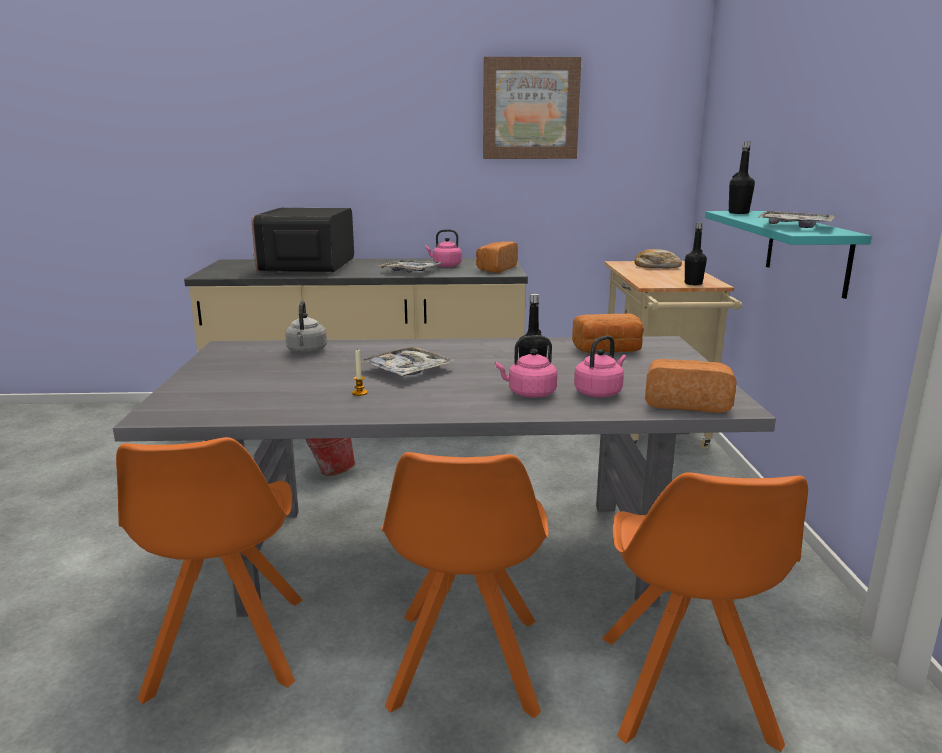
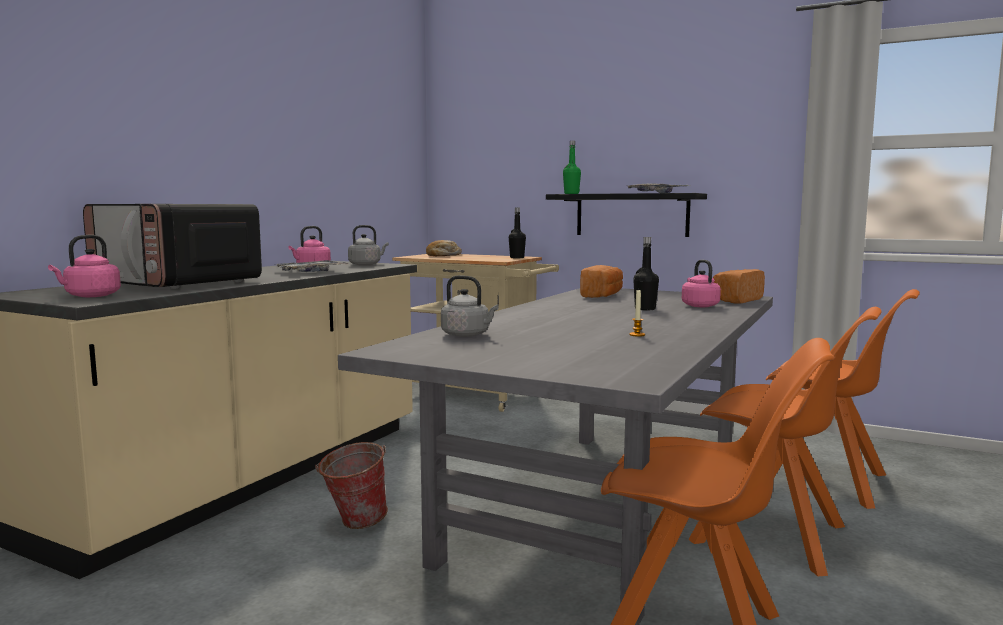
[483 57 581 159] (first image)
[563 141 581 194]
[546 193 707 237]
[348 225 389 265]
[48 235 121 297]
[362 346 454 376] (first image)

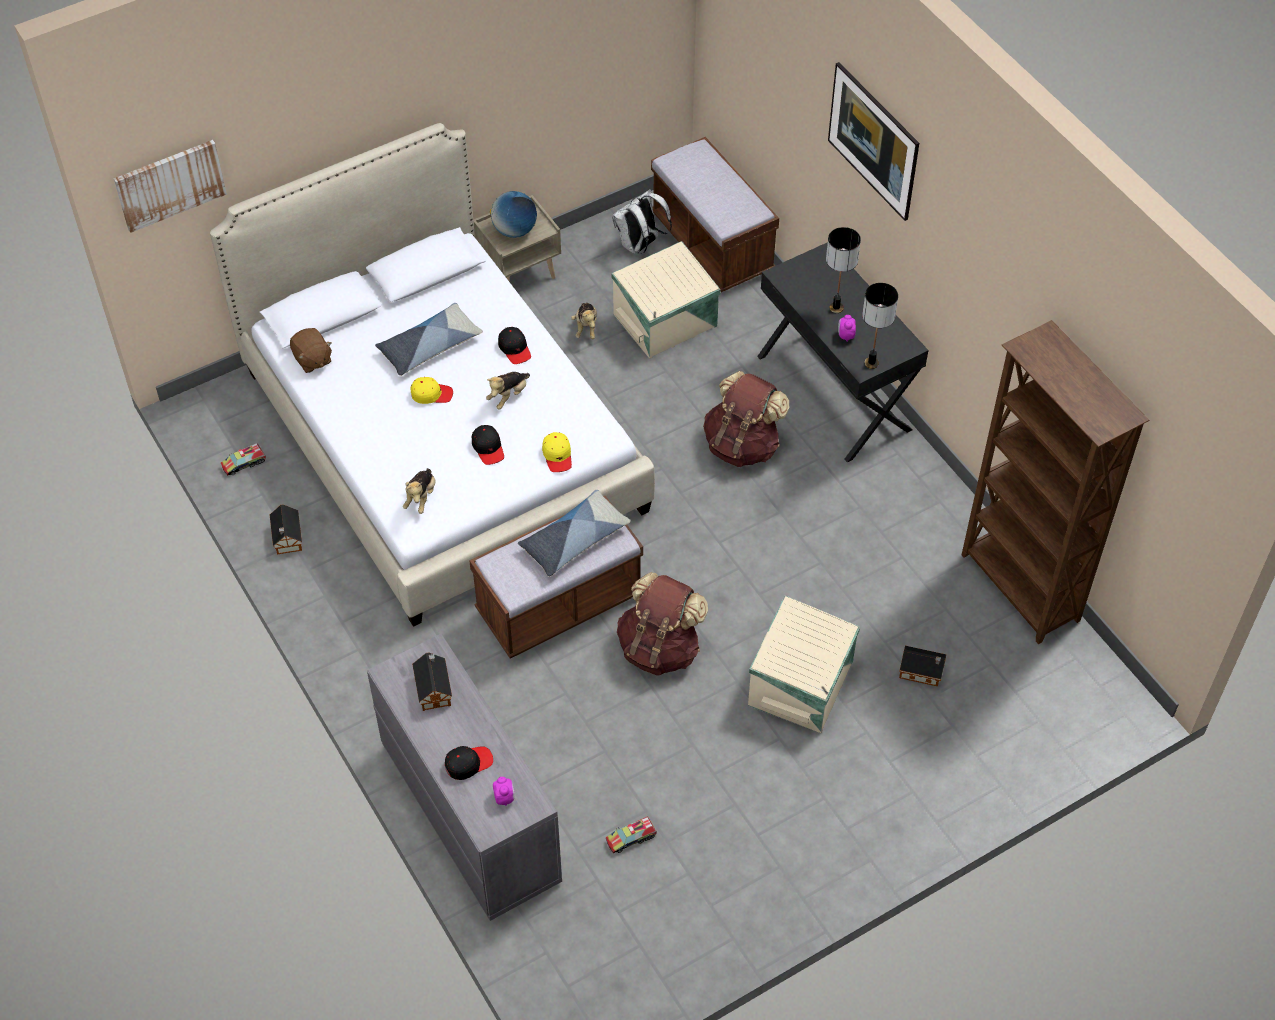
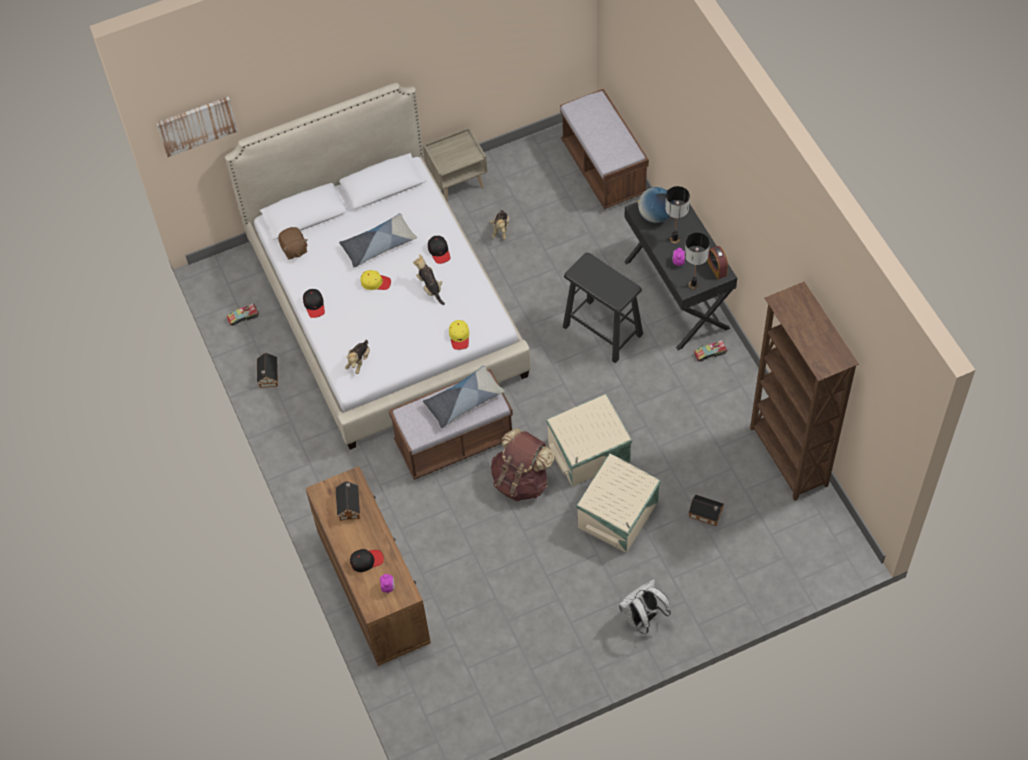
[828 62 919 221] (first image)
[619 579 671 634]
[637 187 674 223]
[546 394 632 487]
[563 253 643 363]
[413 254 445 305]
[303 289 325 318]
[306 466 431 666]
[694 340 727 361]
[707 246 728 279]

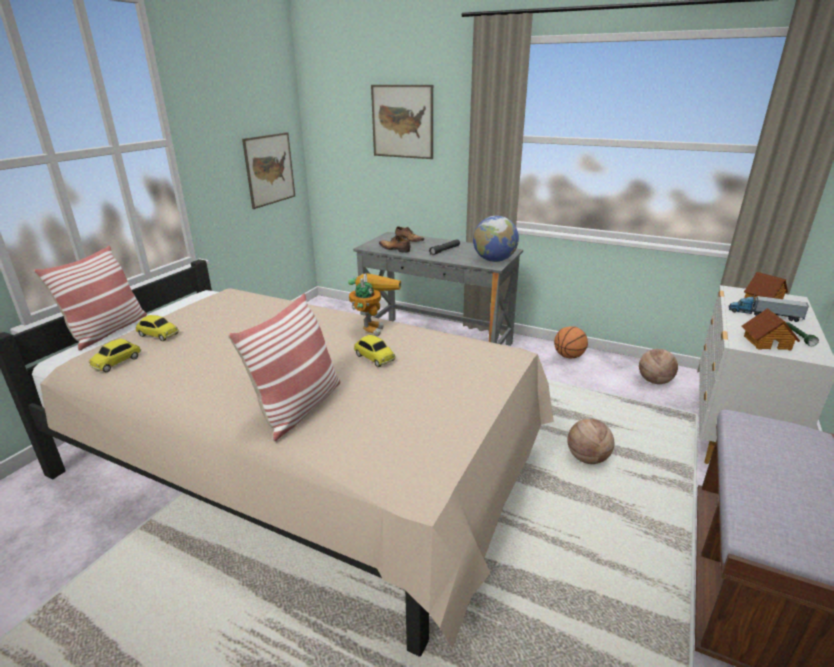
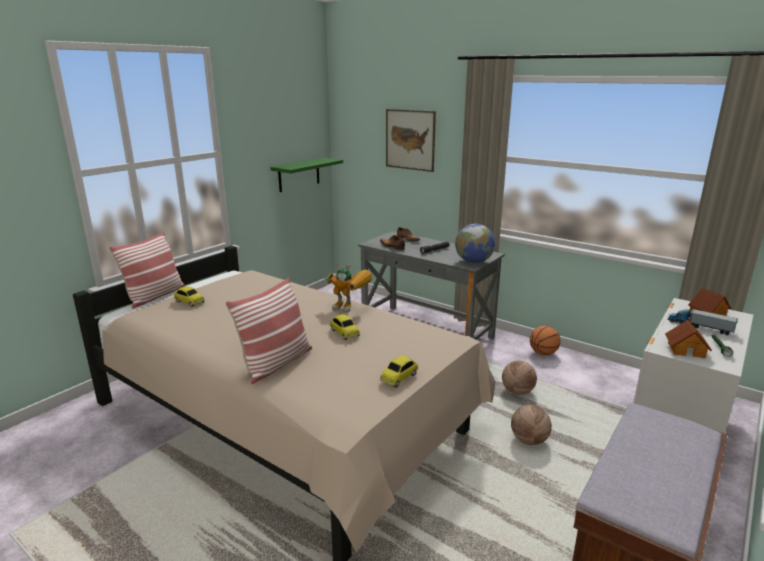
[270 158 343 192]
[325 263 372 313]
[380 356 418 388]
[502 360 537 395]

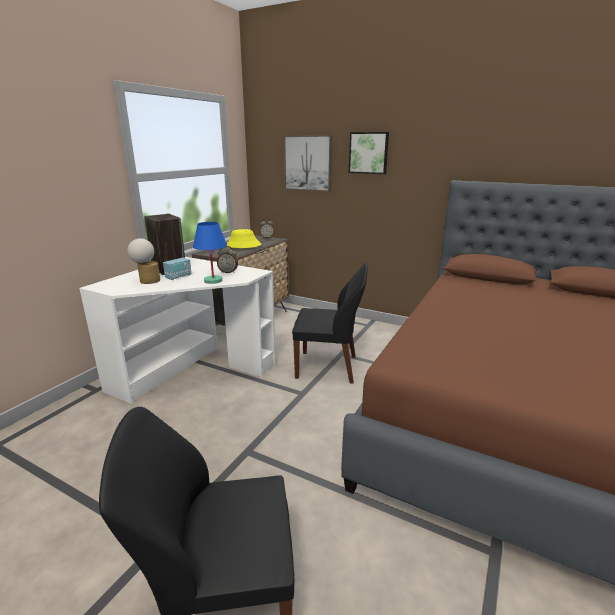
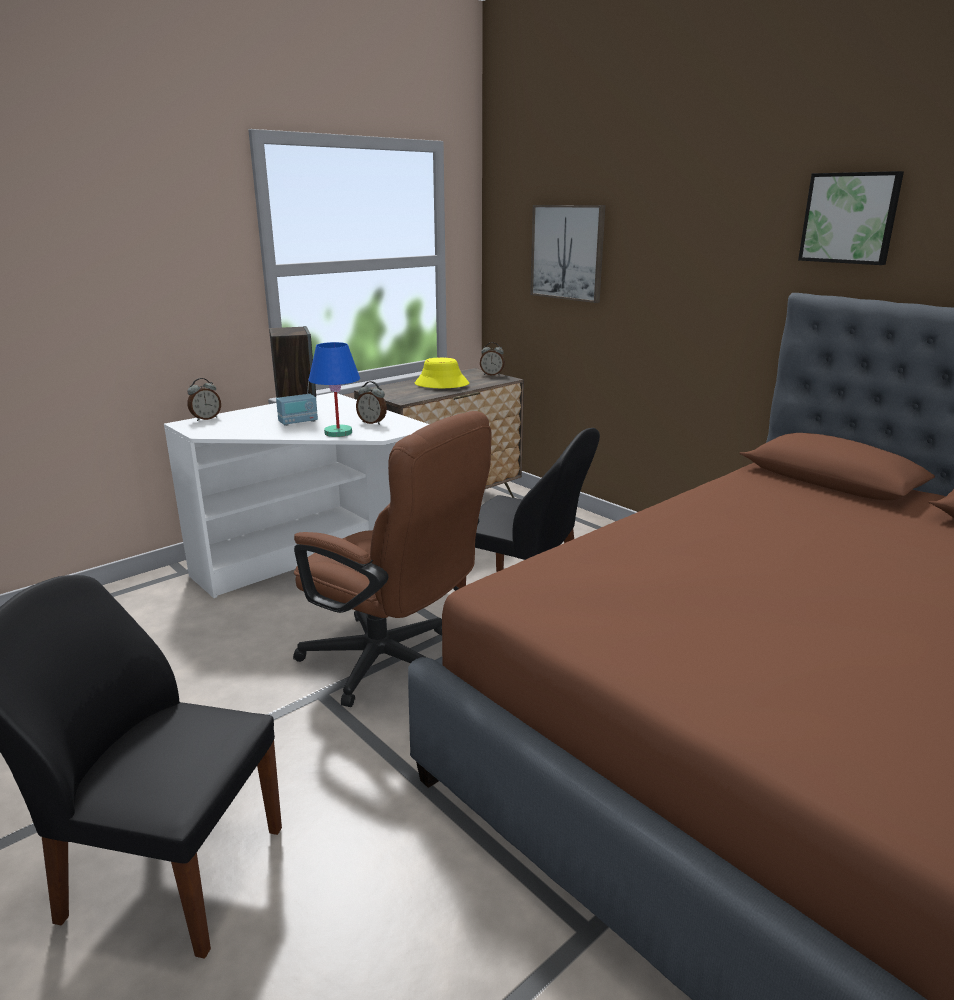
[798 171 904 265]
[127 238 160 284] (first image)
[187 378 221 421]
[293 411 492 707]

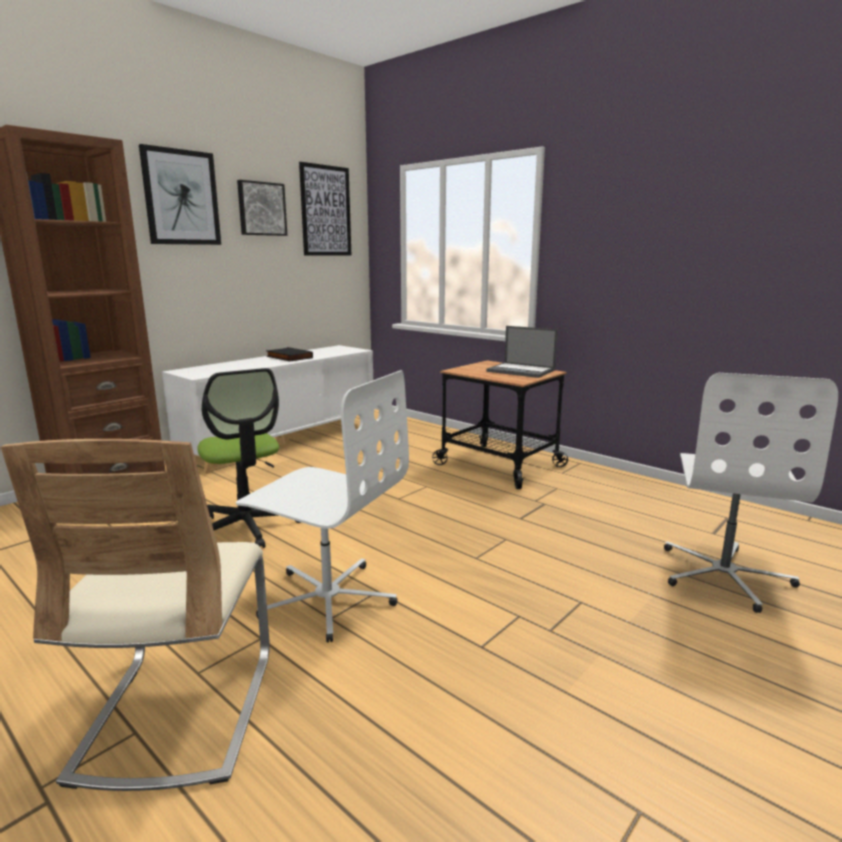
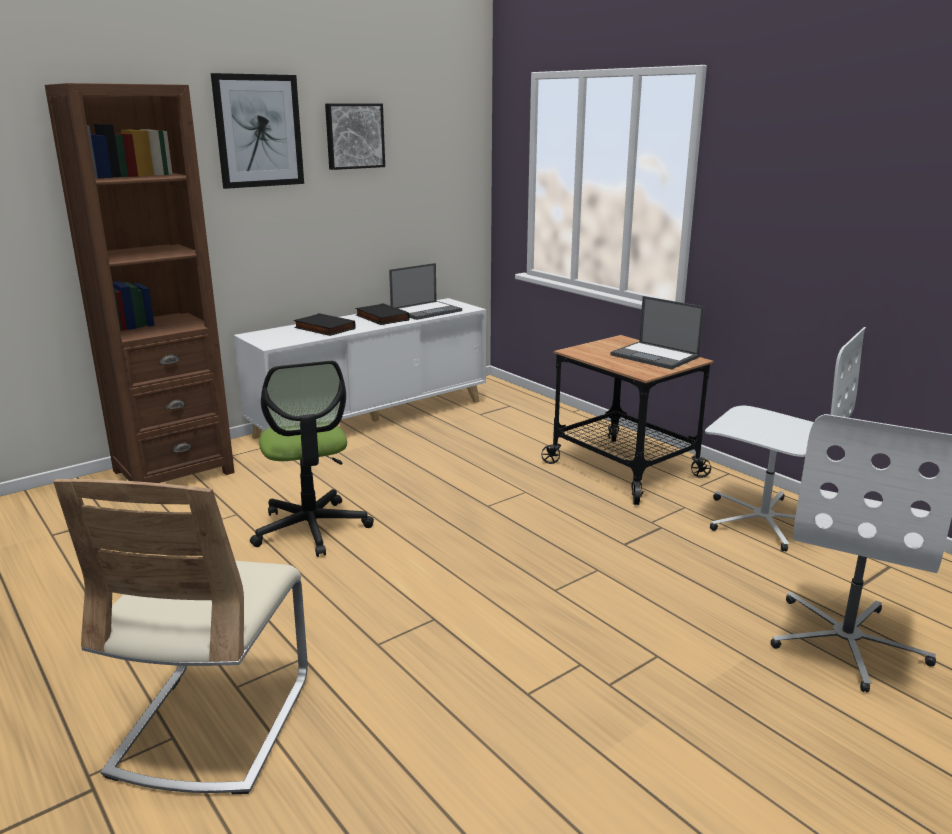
[299 162 351 256] (first image)
[705 327 866 552]
[389 263 462 320]
[294 313 356 336]

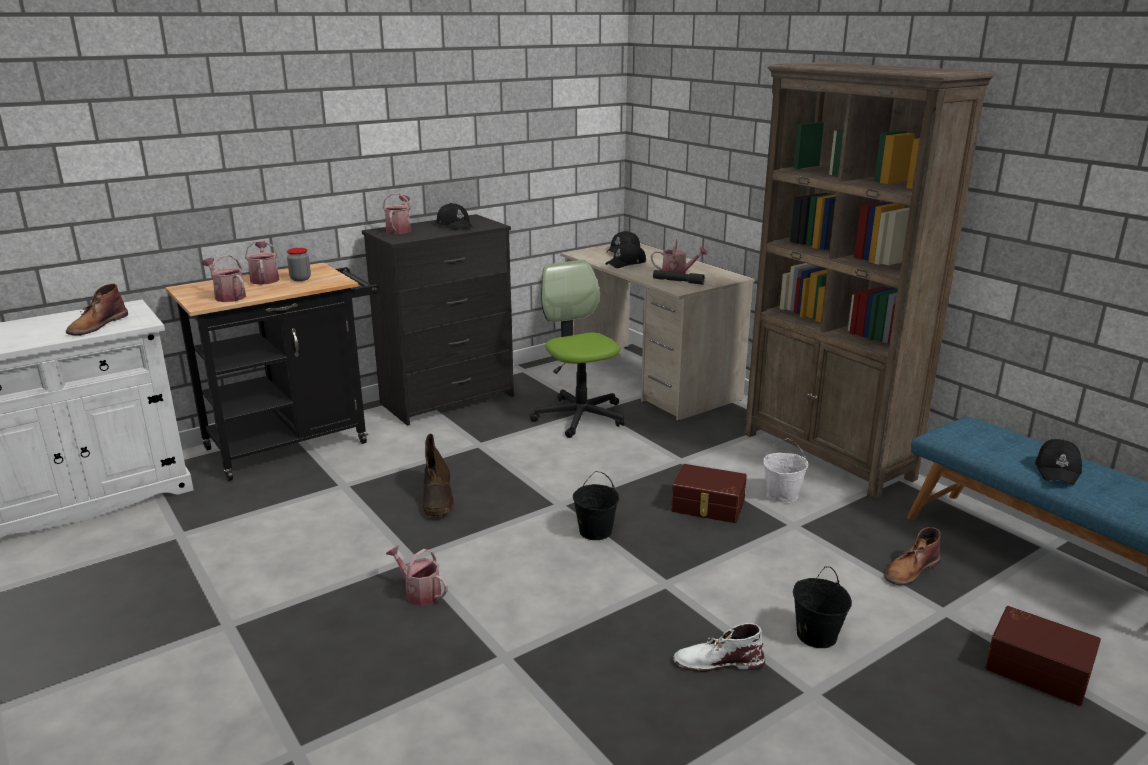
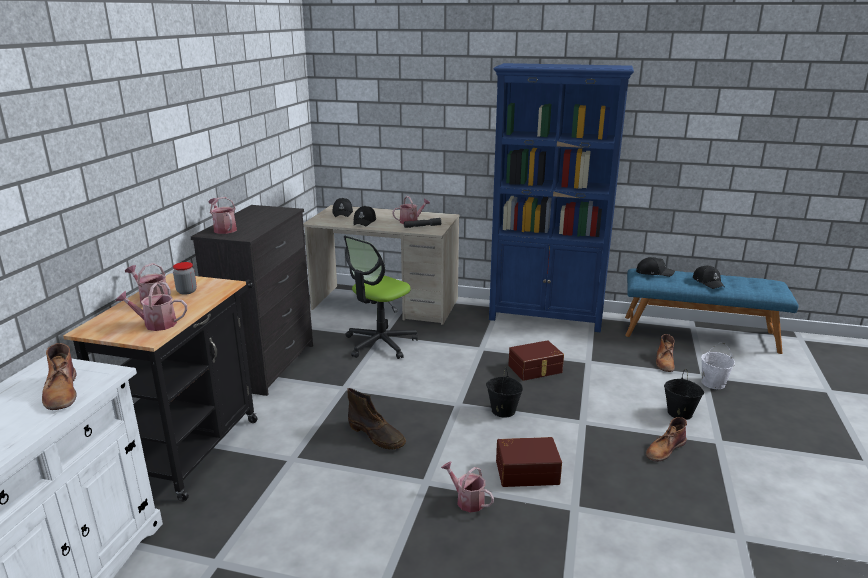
[489 63 634 332]
[636 257 675 277]
[344 235 418 359]
[701 342 735 389]
[441 461 494 513]
[496 437 562 487]
[646 417 687 462]

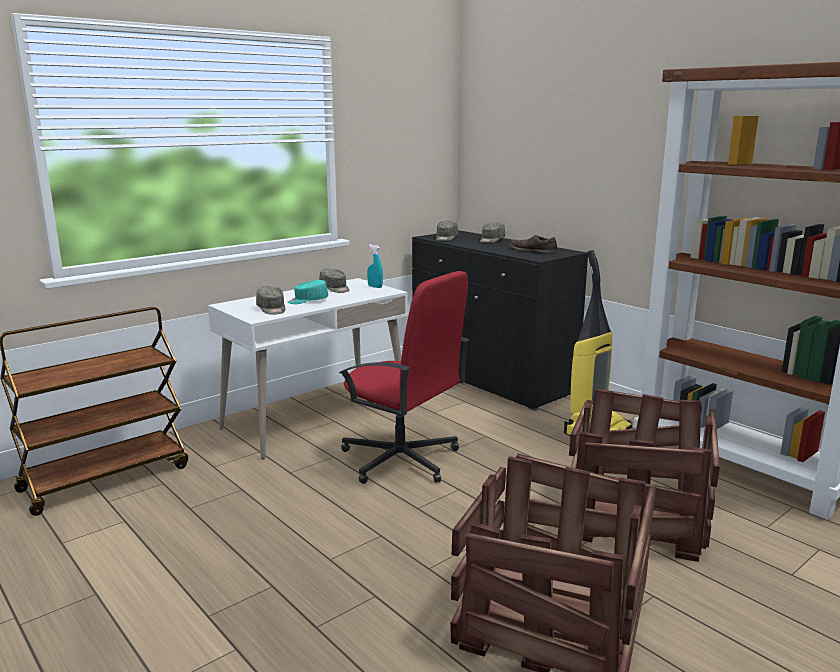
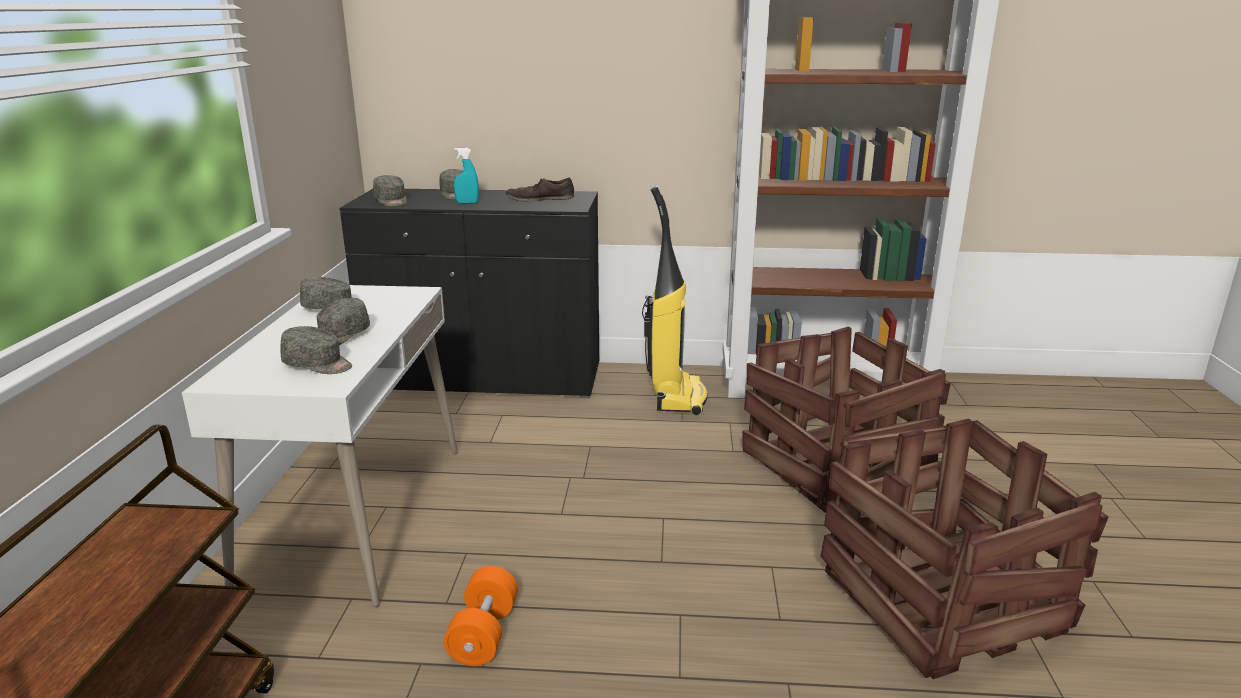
[454 148 479 204]
[339 271 469 484] (first image)
[317 298 370 345]
[444 566 518 666]

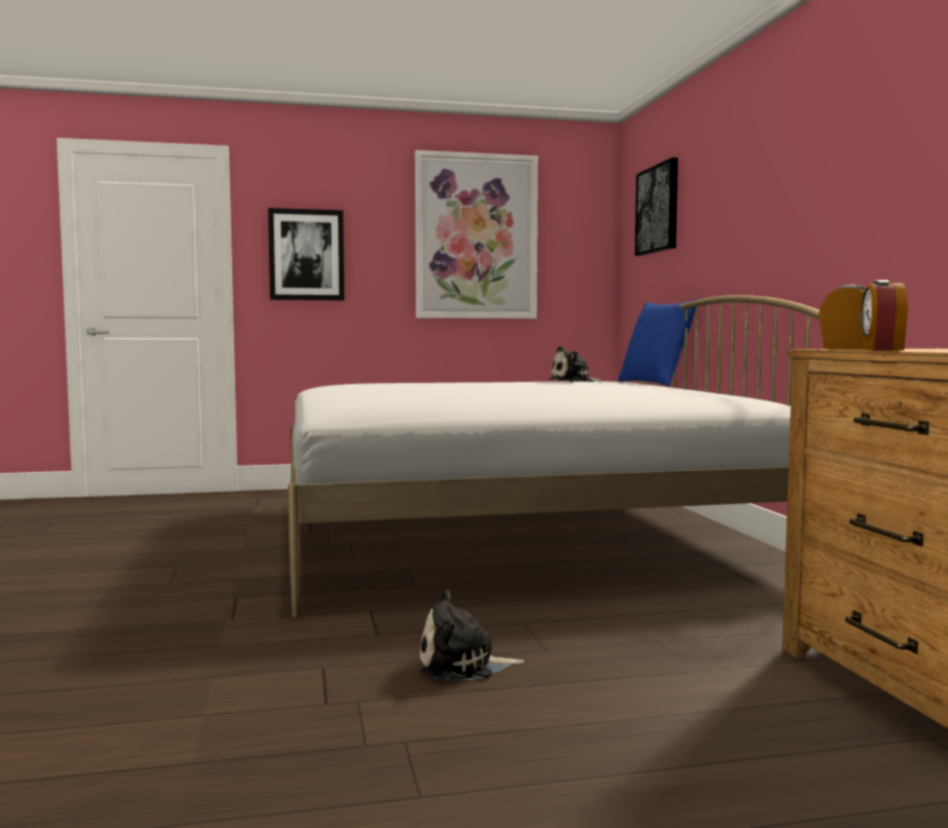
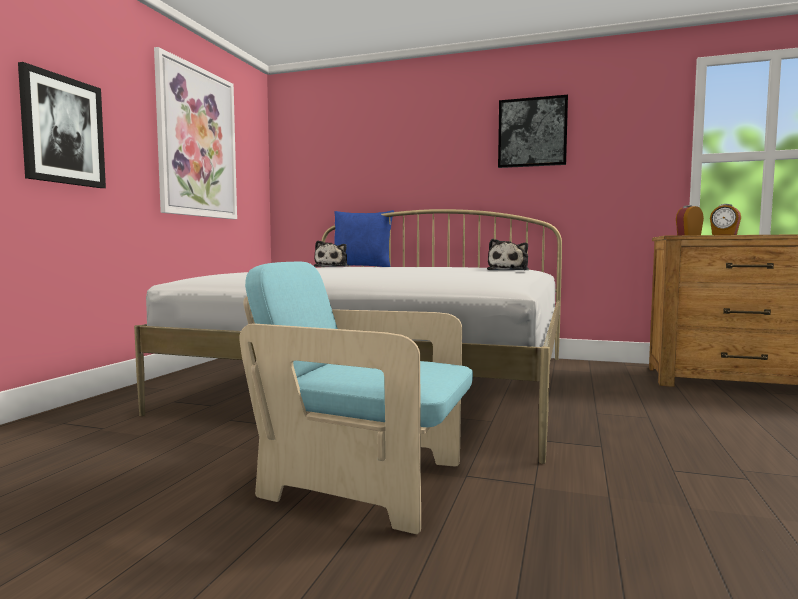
[498 95 568 168]
[487 239 529 270]
[240 262 473 534]

